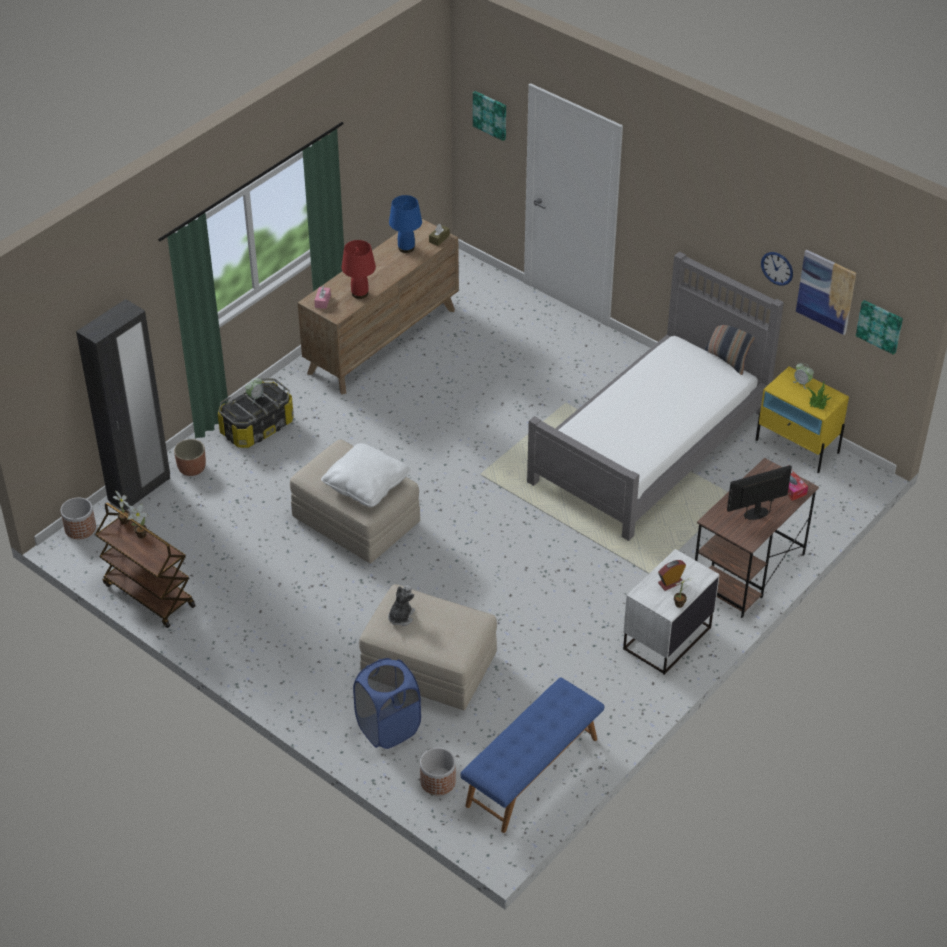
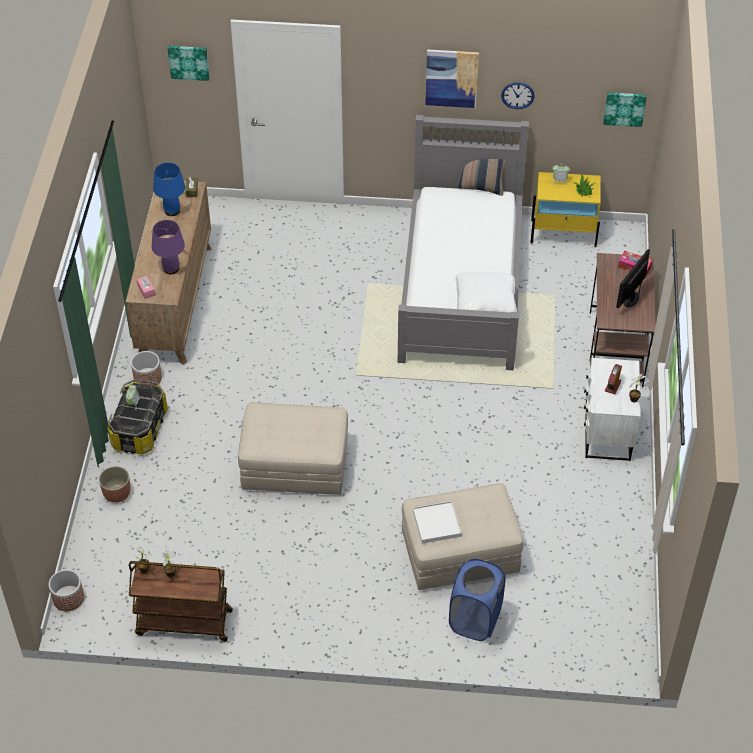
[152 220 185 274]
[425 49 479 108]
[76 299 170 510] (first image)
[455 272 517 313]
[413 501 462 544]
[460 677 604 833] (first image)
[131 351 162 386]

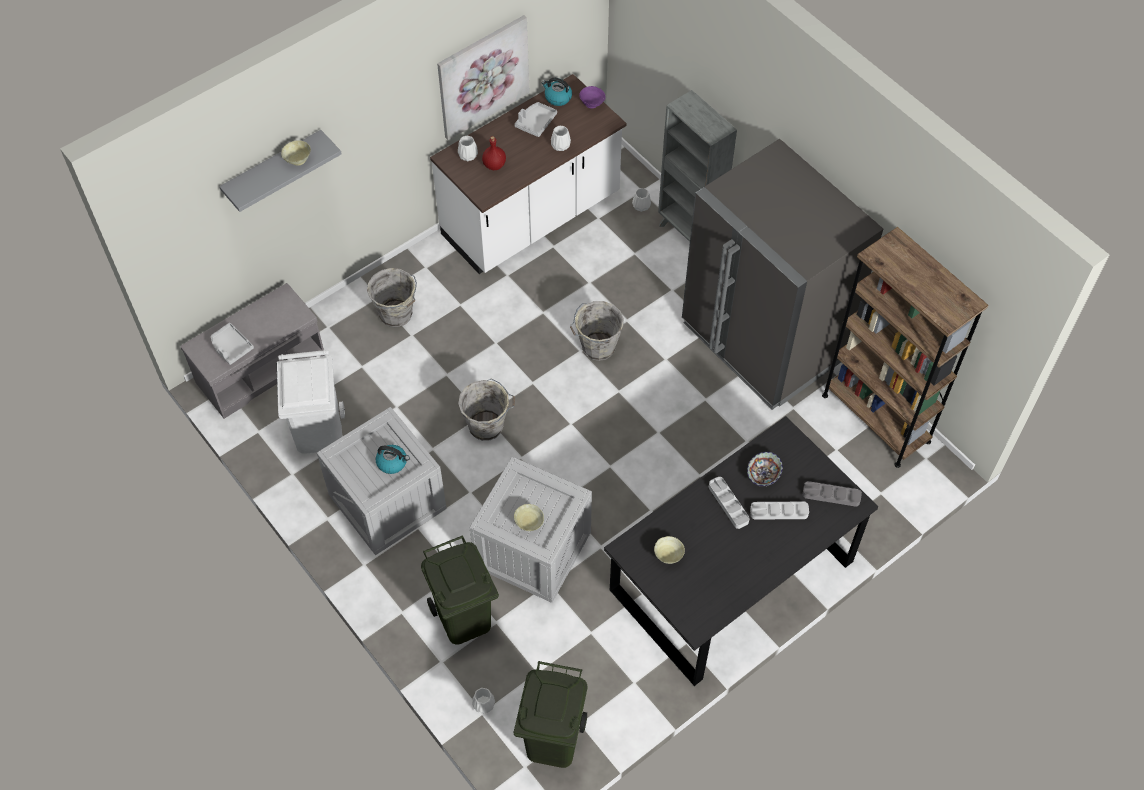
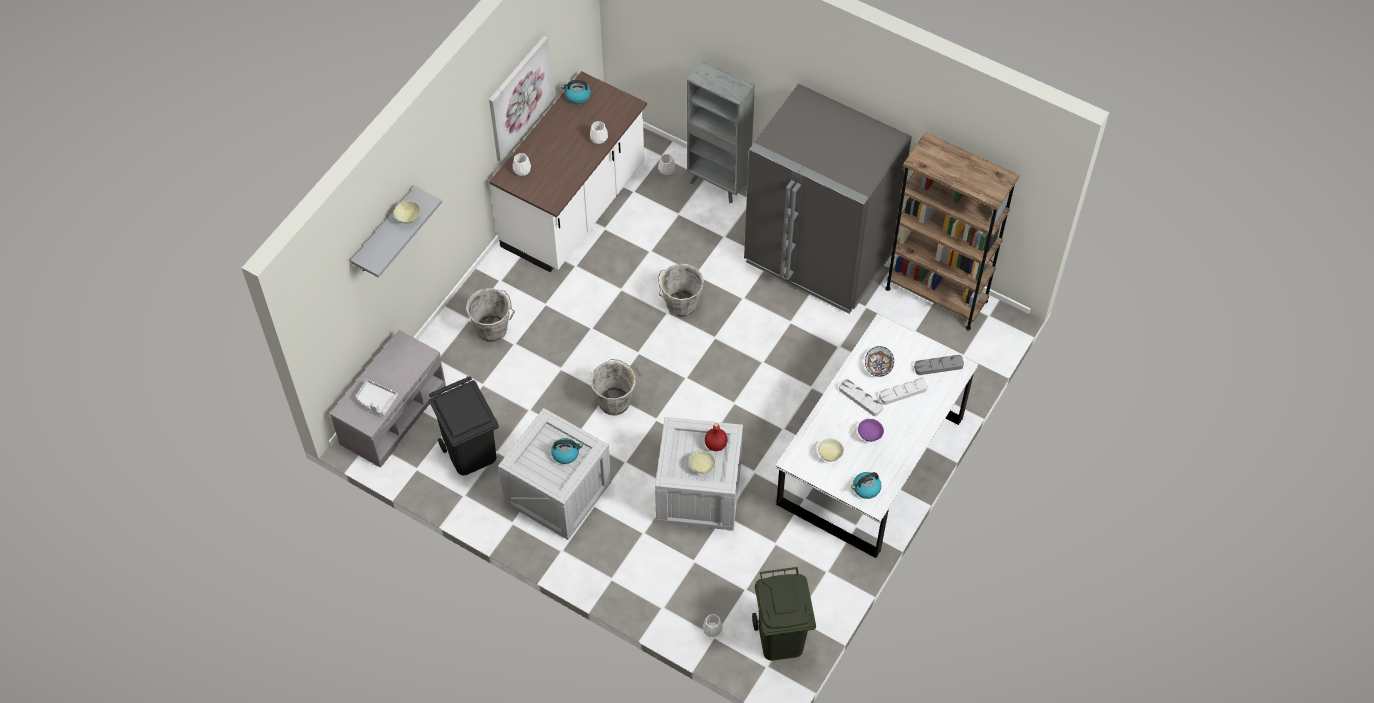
[858 419 884 442]
[514 102 557 137] (first image)
[705 423 727 451]
[429 376 499 476]
[776 314 978 558]
[421 535 499 645] (first image)
[851 472 882 499]

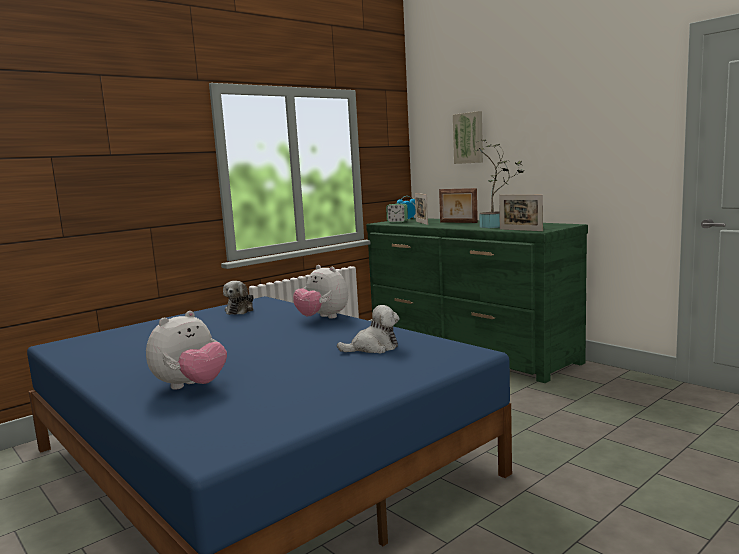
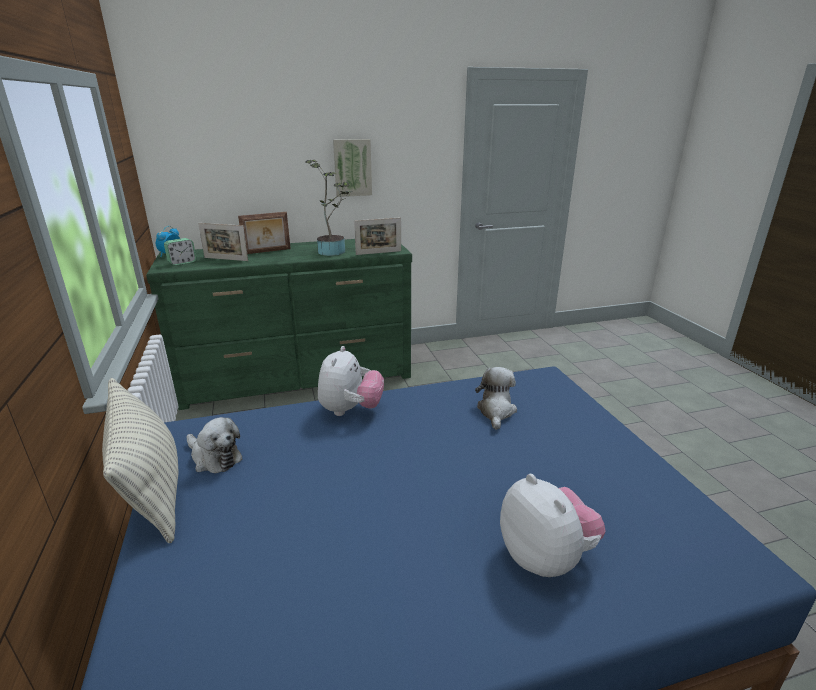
[333 139 372 197]
[318 346 384 416]
[102 378 178 543]

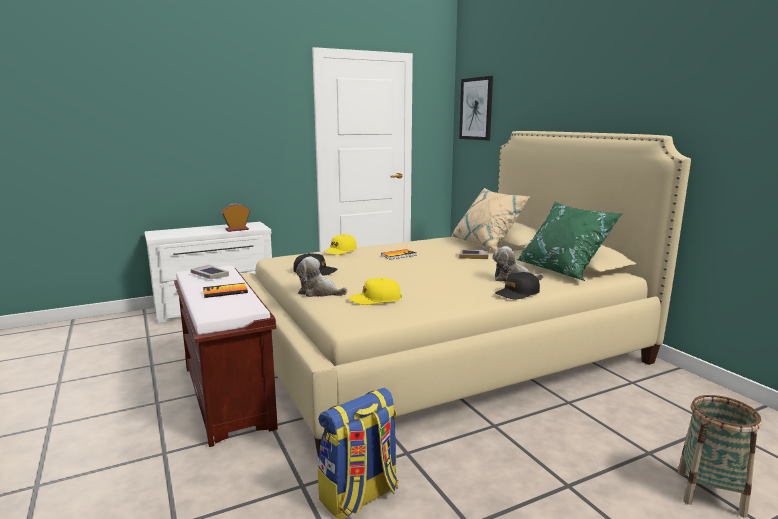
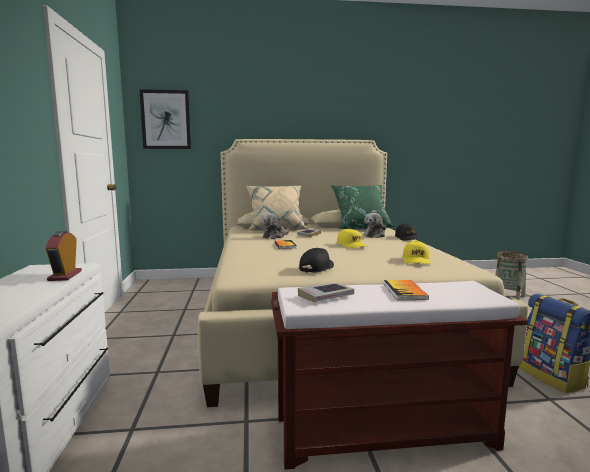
[337 229 367 248]
[262 213 290 239]

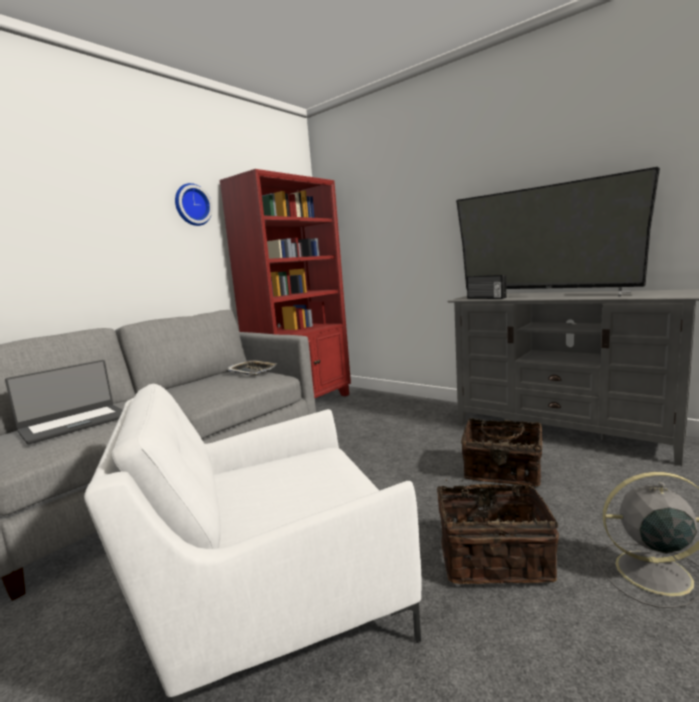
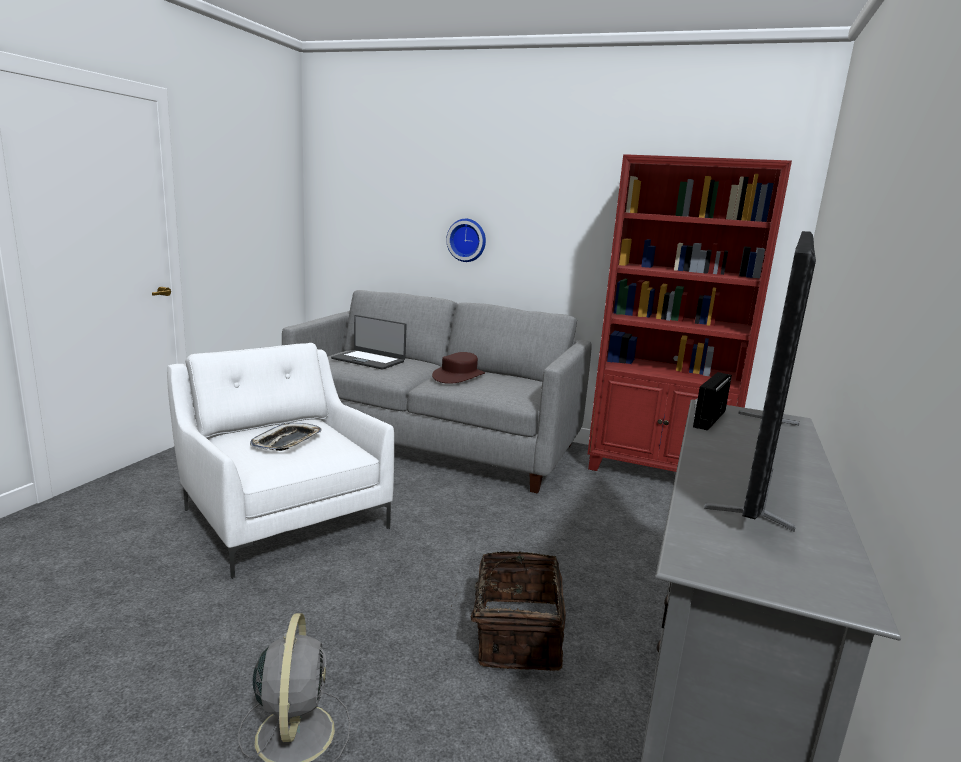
[446 219 486 262]
[250 423 321 451]
[437 479 559 584] (first image)
[432 352 485 384]

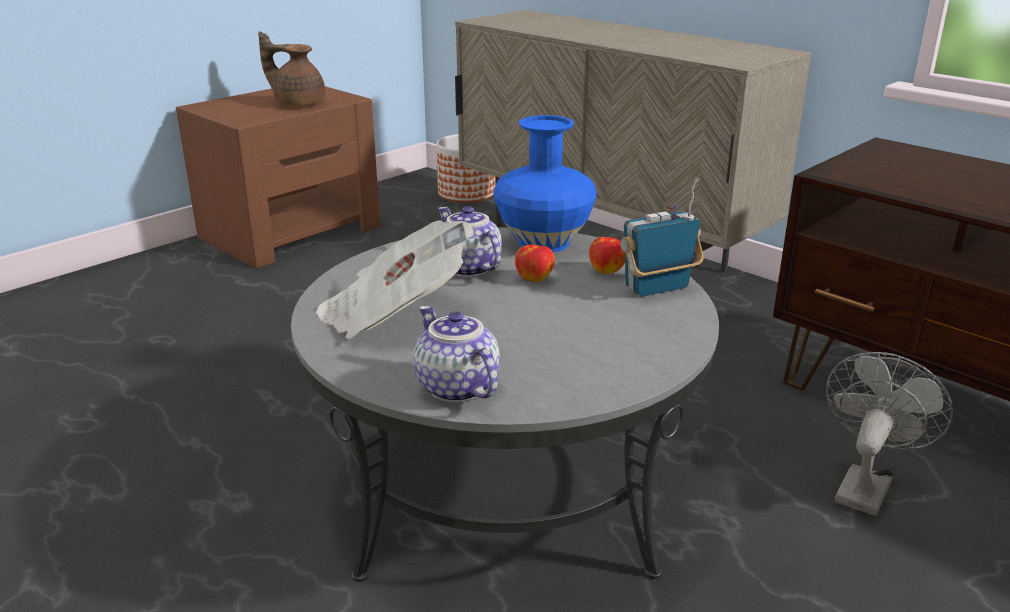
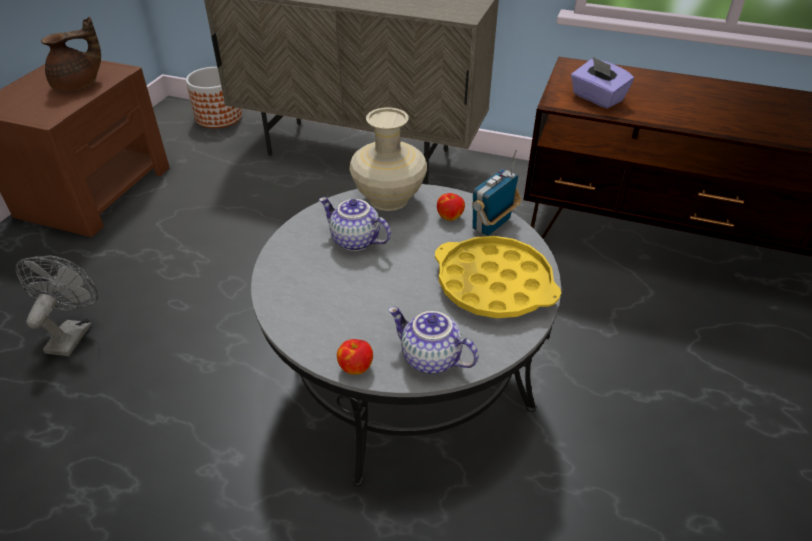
[41 17 101 91]
[349 107 427 211]
[316 220 474 339] (first image)
[337 339 373 375]
[16 256 98 356]
[571 57 634 108]
[435 236 561 318]

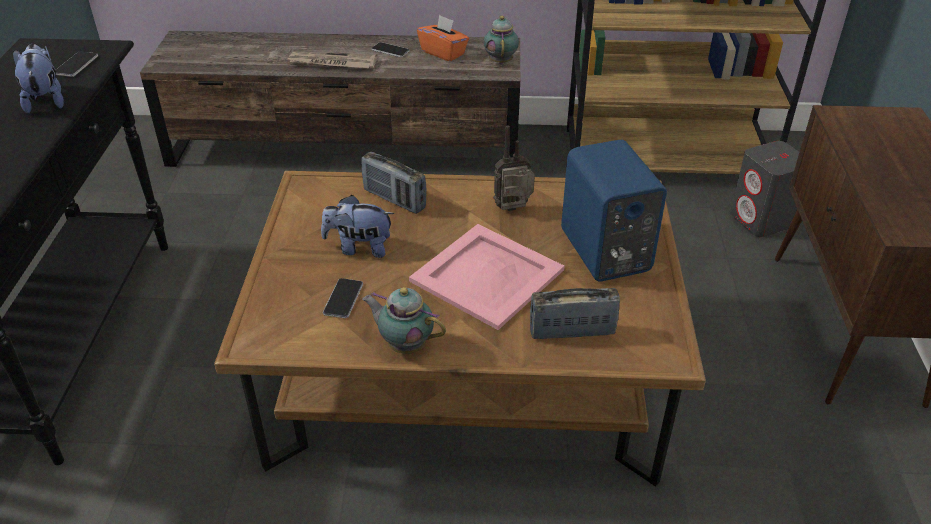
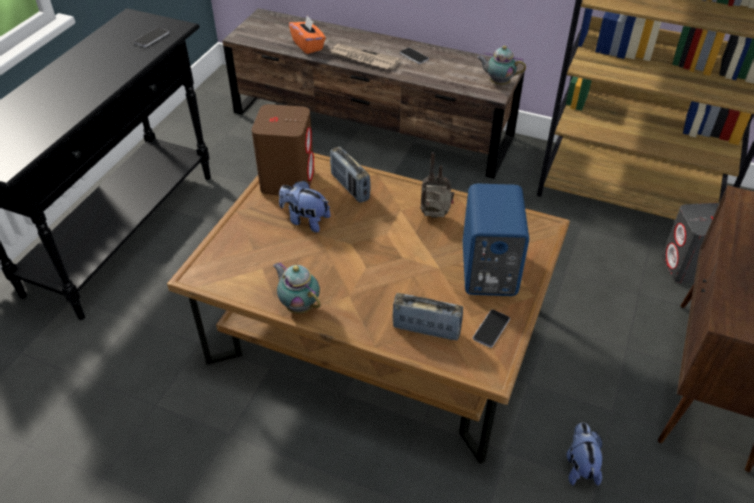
[289 16 326 54]
[477 46 526 85]
[567 423 603 486]
[409 224 565 330] (first image)
[473 310 510 348]
[252 104 314 195]

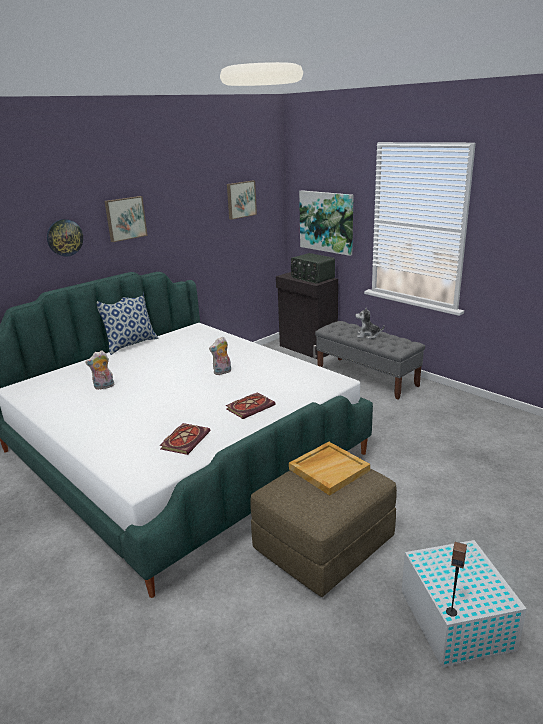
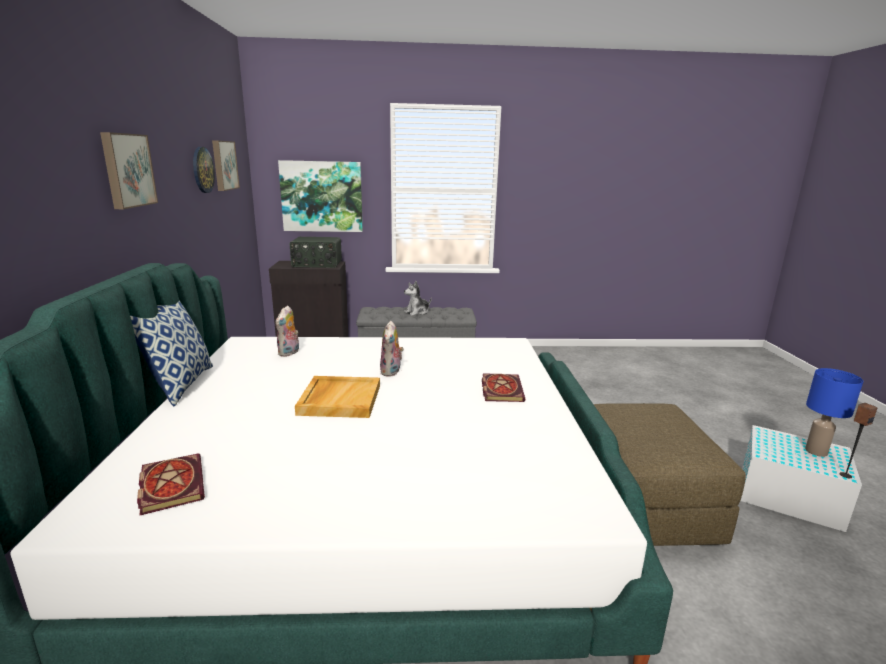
[193 147 215 193]
[275 305 299 357]
[137 453 205 515]
[295 376 380 418]
[805 368 864 457]

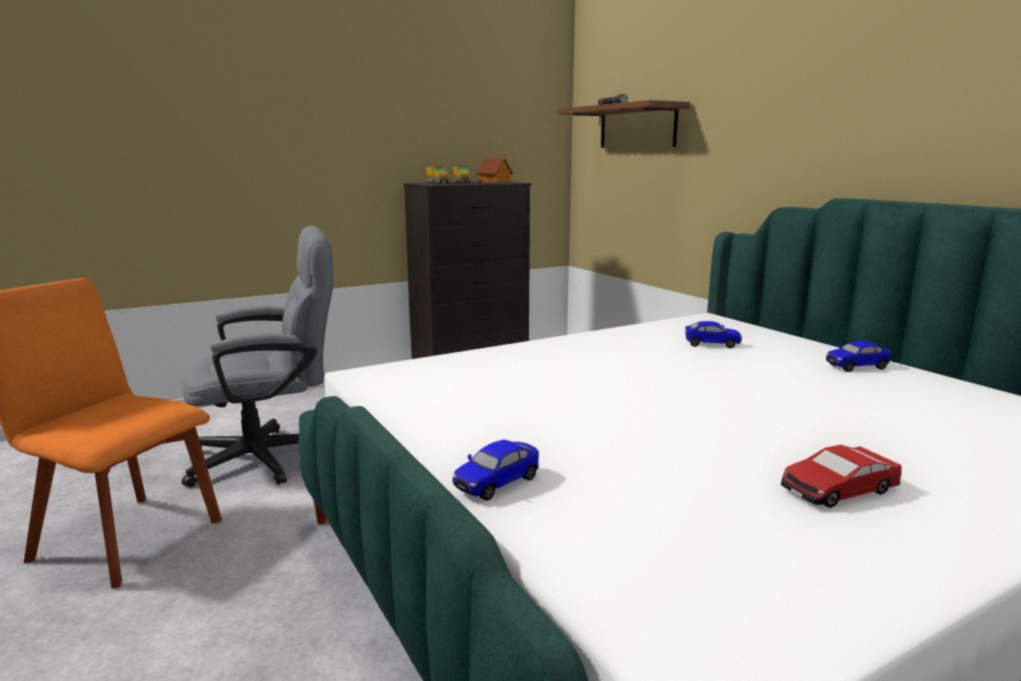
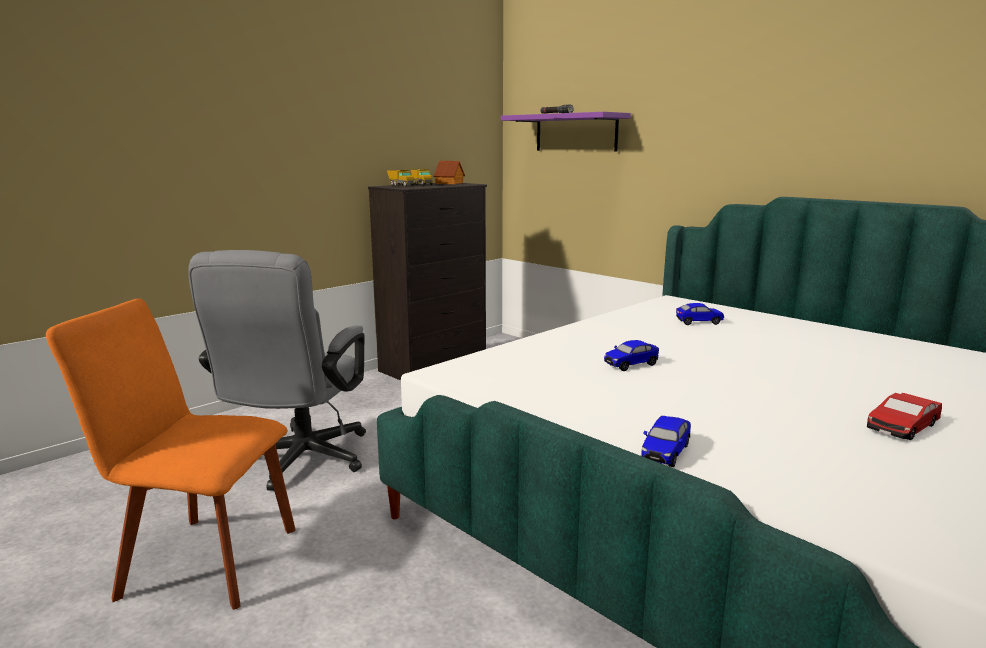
[501 112 631 152]
[188 250 366 491]
[604 340 659 371]

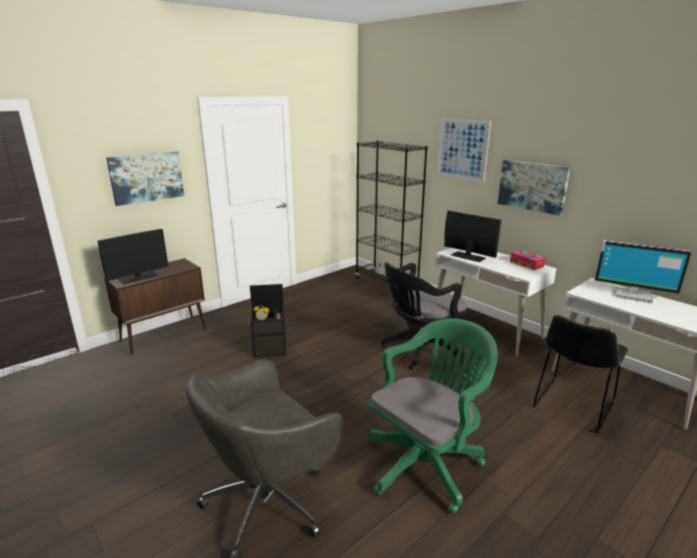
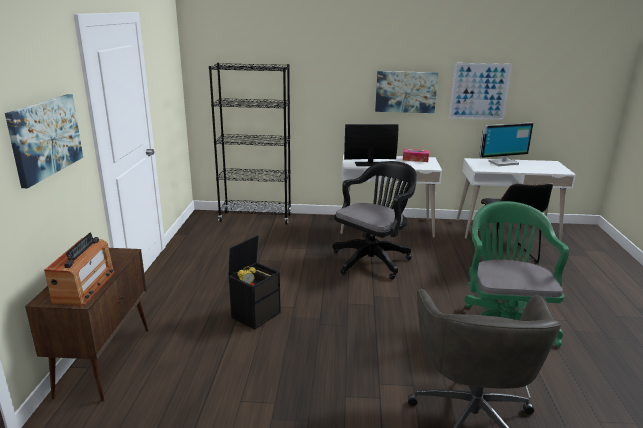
[449 63 512 120]
[44 233 115 305]
[332 161 417 280]

